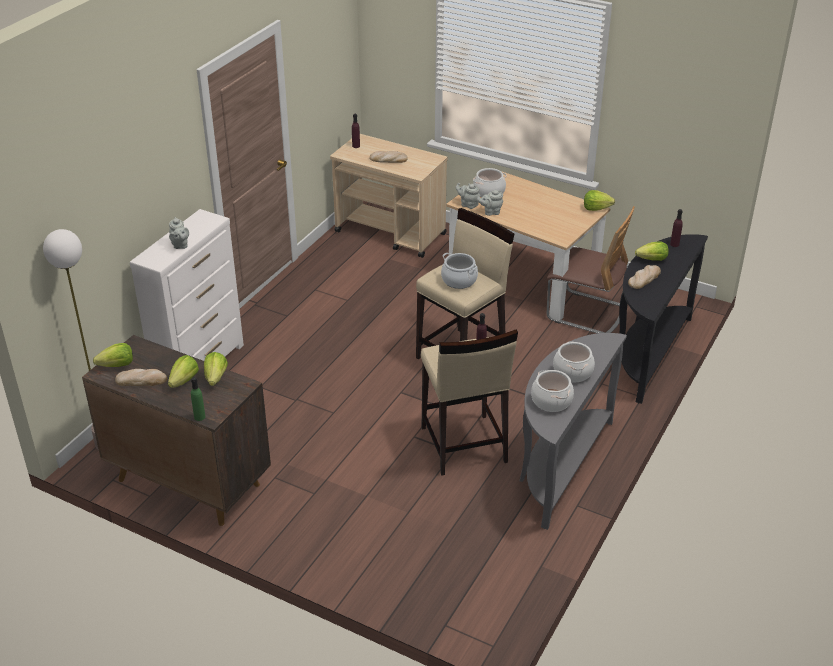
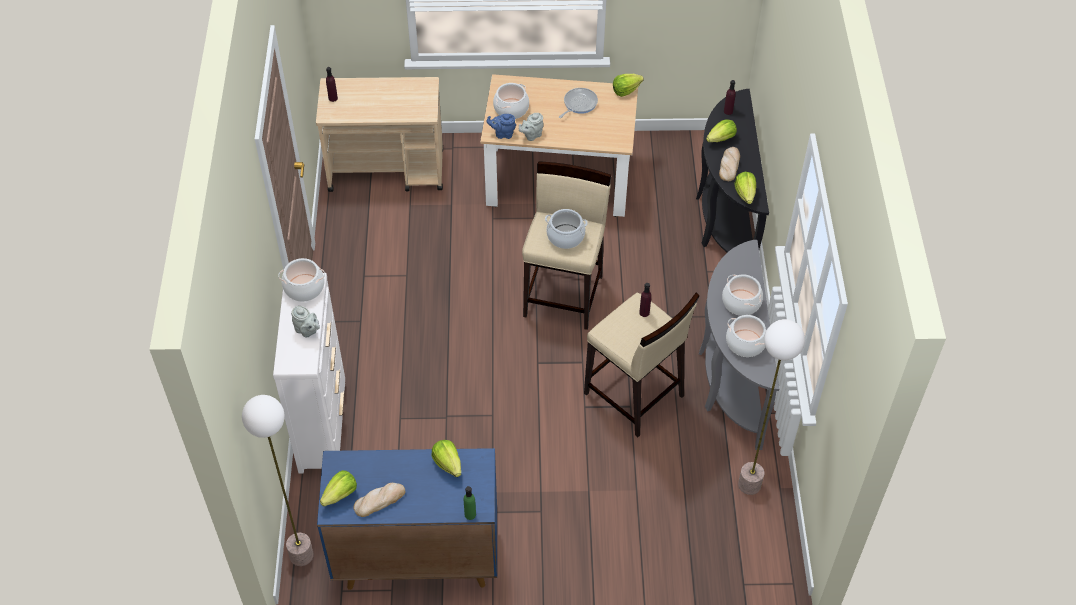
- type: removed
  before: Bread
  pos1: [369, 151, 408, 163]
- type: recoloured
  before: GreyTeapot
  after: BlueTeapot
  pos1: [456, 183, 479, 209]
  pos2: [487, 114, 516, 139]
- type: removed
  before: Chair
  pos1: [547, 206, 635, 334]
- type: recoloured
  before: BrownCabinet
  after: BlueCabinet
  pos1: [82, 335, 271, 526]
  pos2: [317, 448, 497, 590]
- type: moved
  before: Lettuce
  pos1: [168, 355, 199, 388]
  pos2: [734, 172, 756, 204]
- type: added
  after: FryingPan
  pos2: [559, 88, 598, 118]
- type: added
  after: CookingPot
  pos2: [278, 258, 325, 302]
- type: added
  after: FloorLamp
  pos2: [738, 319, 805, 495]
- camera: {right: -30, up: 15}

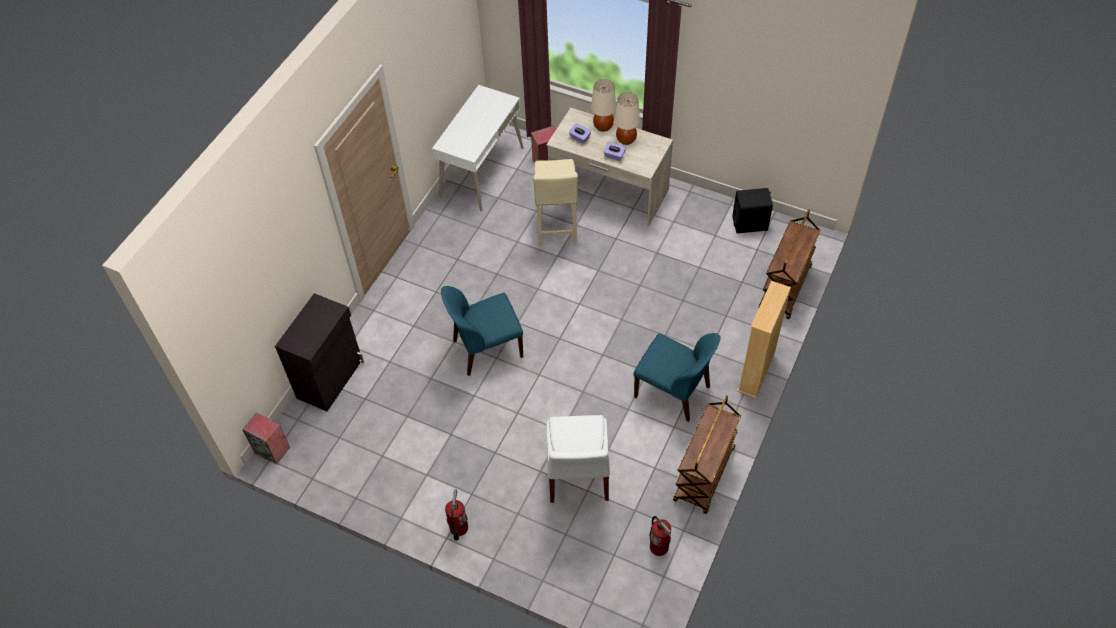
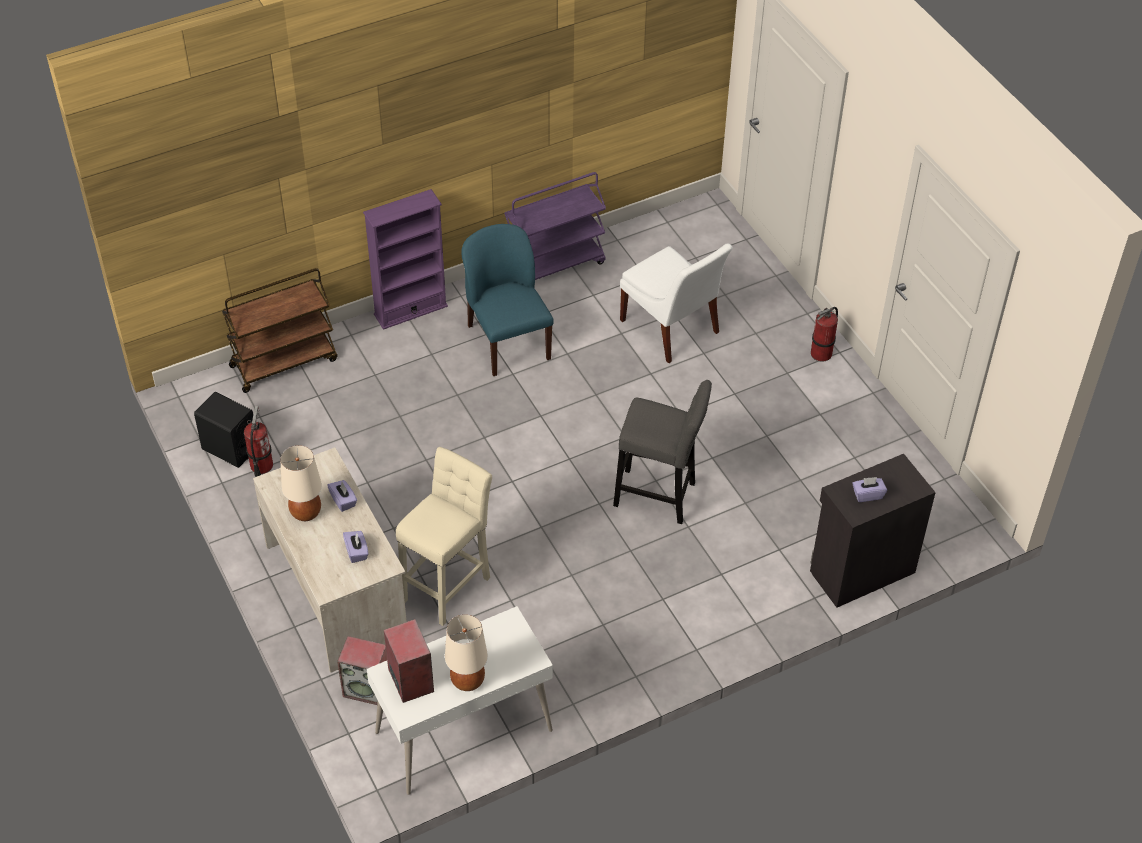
- type: moved
  before: BeigeTableLamp
  pos1: [591, 79, 616, 132]
  pos2: [445, 614, 488, 691]
- type: recoloured
  before: BeigeBookcase
  after: PurpleBookcase
  pos1: [737, 281, 791, 398]
  pos2: [363, 189, 448, 330]
- type: replaced
  before: BlueChair
  after: GreyStool
  pos1: [441, 286, 523, 376]
  pos2: [613, 380, 712, 524]
- type: recoloured
  before: BrownCart
  after: PurpleCart
  pos1: [673, 396, 741, 514]
  pos2: [504, 172, 606, 280]
- type: moved
  before: Speaker
  pos1: [242, 412, 290, 464]
  pos2: [384, 619, 434, 703]
- type: turned
  before: WhiteChair
  pos1: [546, 415, 610, 503]
  pos2: [620, 243, 732, 363]
  turn: 105
- type: moved
  before: FireExtinguisher
  pos1: [649, 516, 671, 556]
  pos2: [244, 406, 273, 477]
- type: added
  after: PurpleTissueBox
  pos2: [852, 477, 887, 502]
- camera: {right: -145, up: -5}

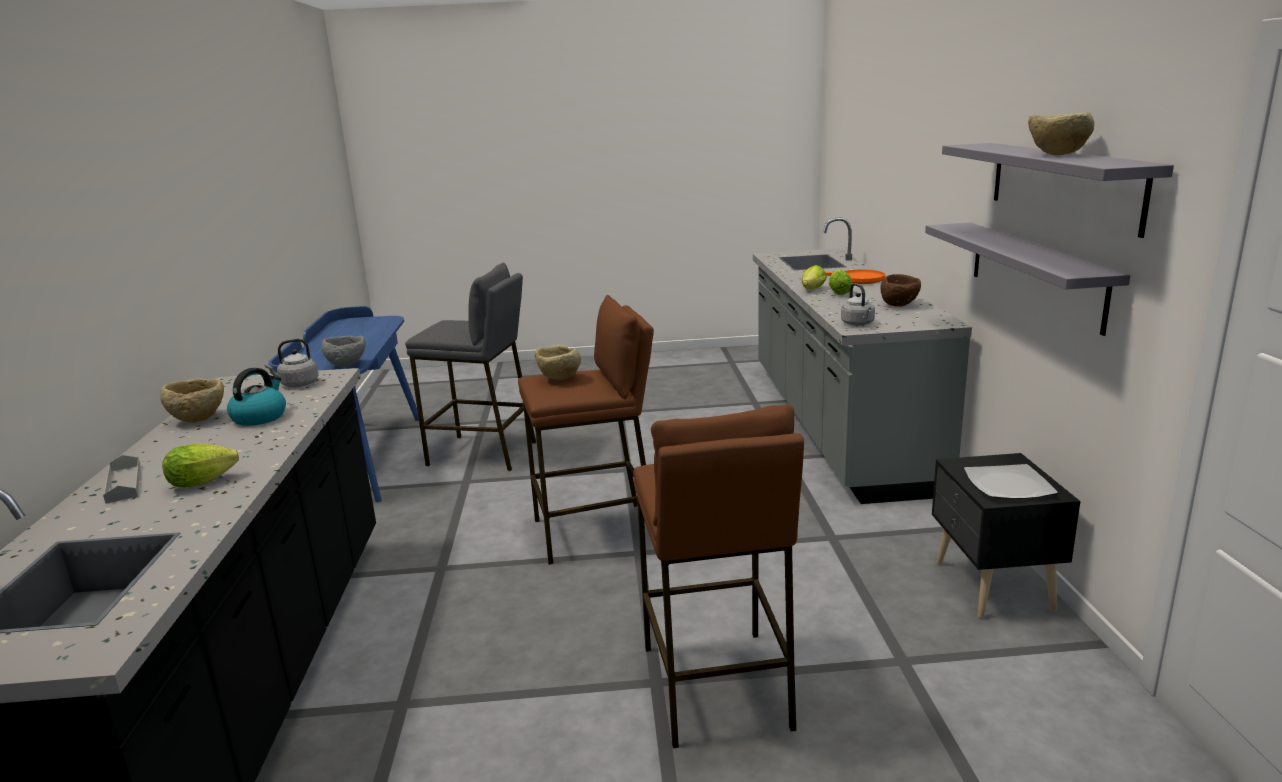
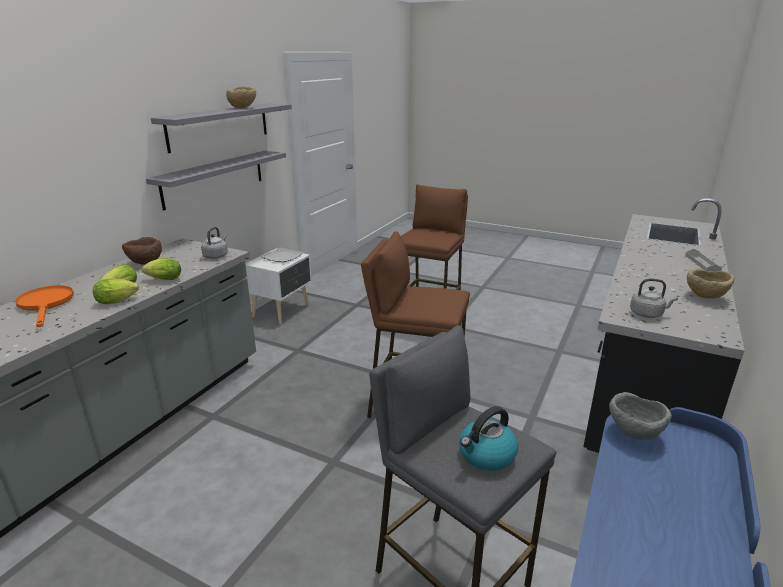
- type: removed
  before: BeigeBowl
  pos1: [535, 344, 581, 380]
- type: moved
  before: Kettle
  pos1: [227, 368, 286, 426]
  pos2: [459, 406, 518, 471]
- type: moved
  before: Lettuce
  pos1: [162, 444, 239, 488]
  pos2: [142, 258, 181, 280]
- type: recoloured
  before: BlackNightstand
  after: WhiteNightstand
  pos1: [932, 453, 1081, 618]
  pos2: [245, 248, 312, 324]
- camera: {right: -150, up: 5}

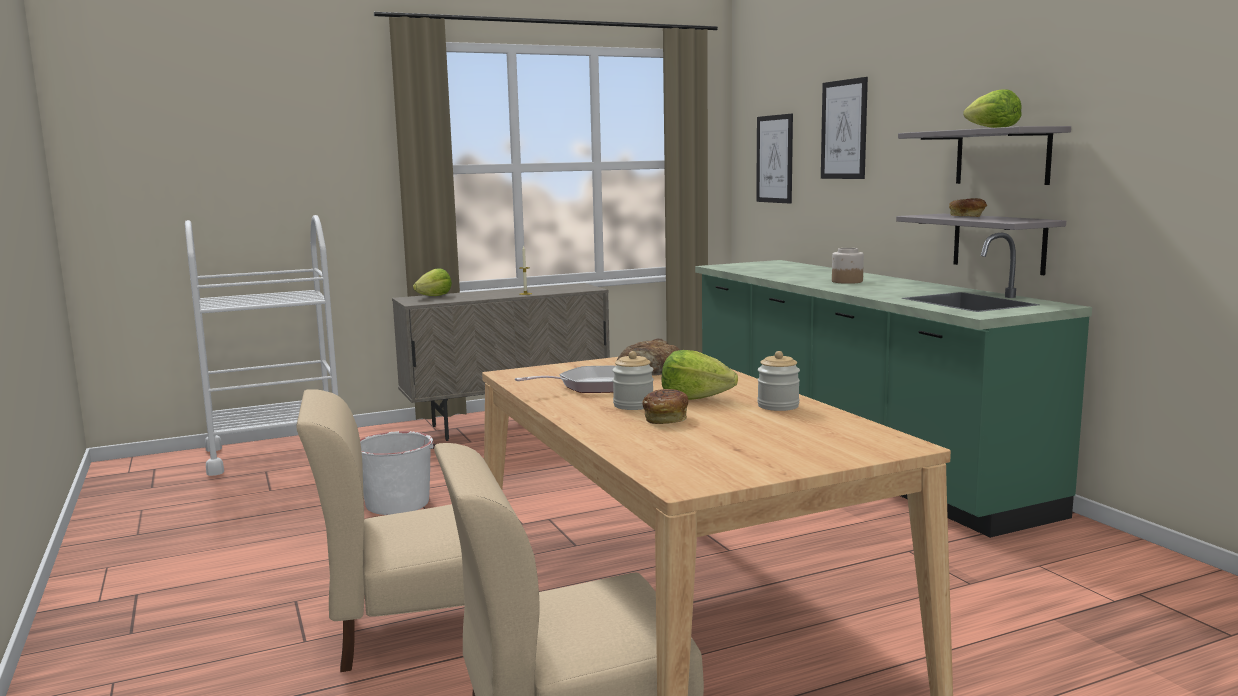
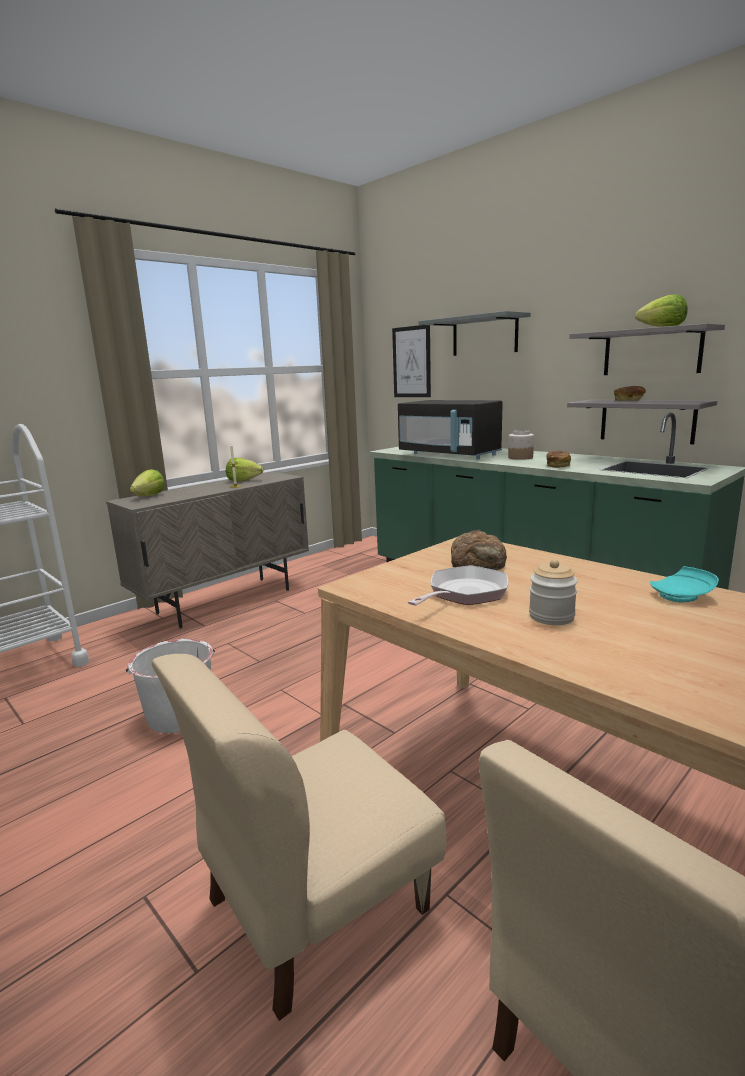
- type: replaced
  before: Picture
  after: GreyShelf
  pos1: [821, 77, 868, 179]
  pos2: [419, 311, 531, 356]
- type: moved
  before: Lettuce
  pos1: [662, 350, 738, 400]
  pos2: [226, 458, 263, 482]
- type: replaced
  before: Jar
  after: TurquoisePlate
  pos1: [757, 351, 800, 411]
  pos2: [650, 566, 719, 603]
- type: moved
  before: Bread
  pos1: [642, 389, 688, 424]
  pos2: [546, 451, 571, 468]
- type: added
  after: BlackMicrowave
  pos2: [398, 400, 503, 459]
- camera: {right: -20, up: 5}

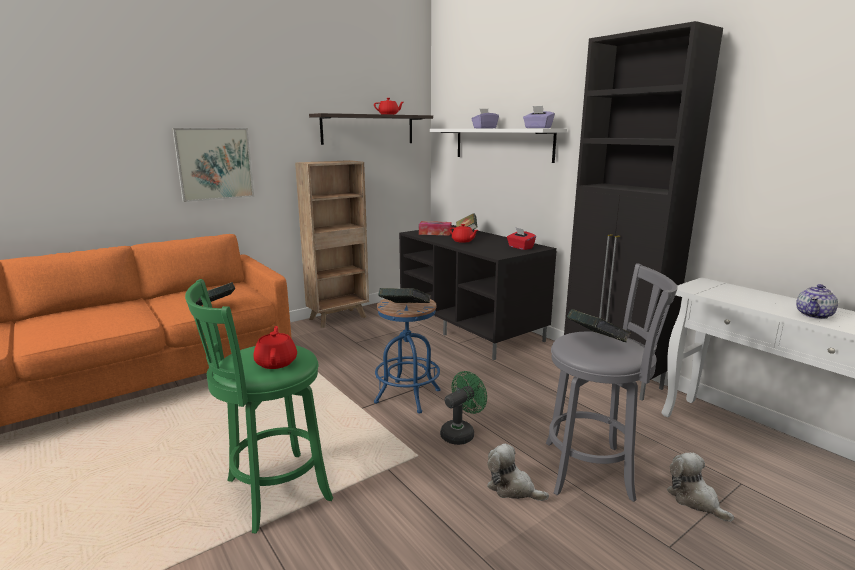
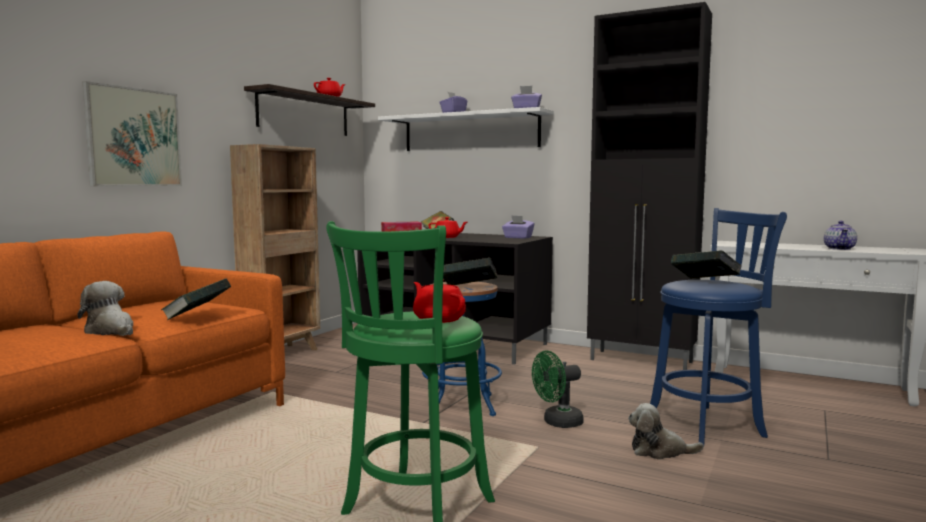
- type: recoloured
  before: RedTissueBox
  after: PurpleTissueBox
  pos1: [507, 228, 536, 250]
  pos2: [502, 215, 534, 239]
- type: recoloured
  before: GreyStool
  after: BlueStool
  pos1: [546, 263, 678, 502]
  pos2: [650, 208, 787, 445]
- type: turned
  before: GreenFan
  pos1: [440, 371, 487, 445]
  pos2: [532, 350, 584, 428]
  turn: -135
- type: moved
  before: PlushToy
  pos1: [667, 453, 734, 522]
  pos2: [78, 281, 133, 336]
- camera: {right: -25, up: -10}

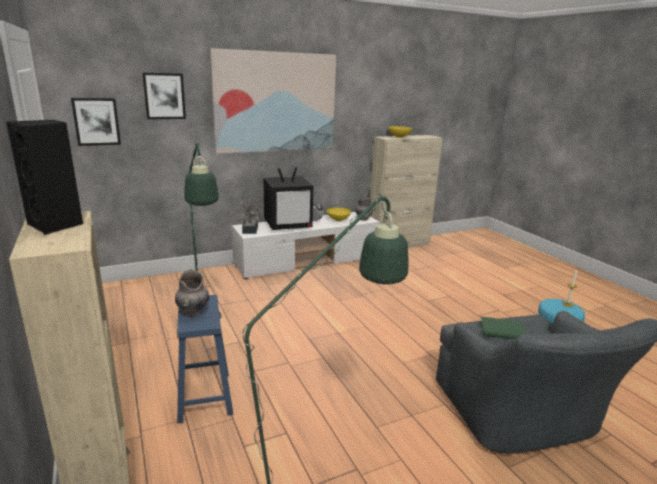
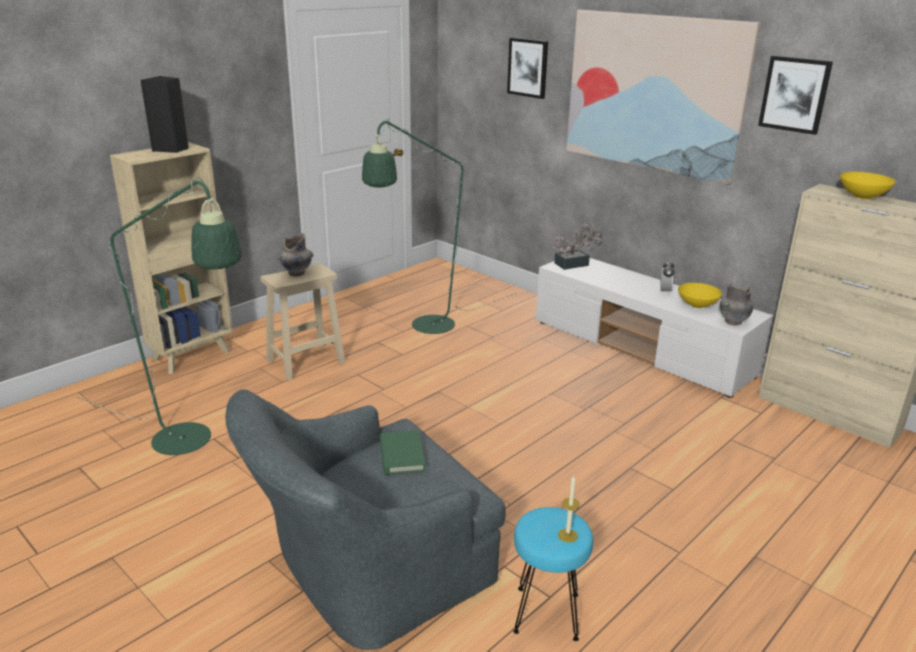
- type: moved
  before: Picture
  pos1: [71, 98, 121, 146]
  pos2: [758, 56, 833, 135]
- type: removed
  before: Television
  pos1: [264, 167, 313, 230]
- type: recoloured
  before: BlueStool
  after: BeigeStool
  pos1: [177, 295, 233, 424]
  pos2: [261, 263, 345, 381]
- camera: {right: 70, up: 5}

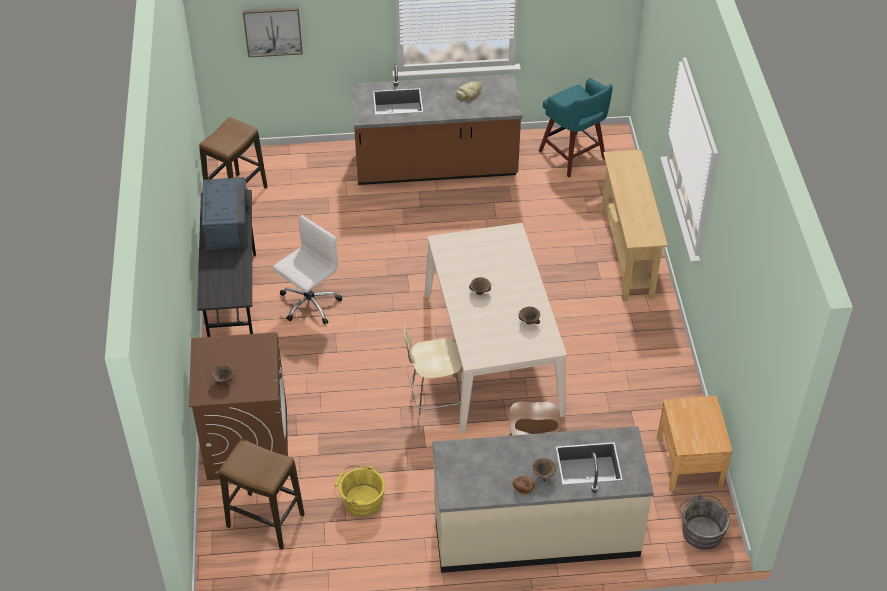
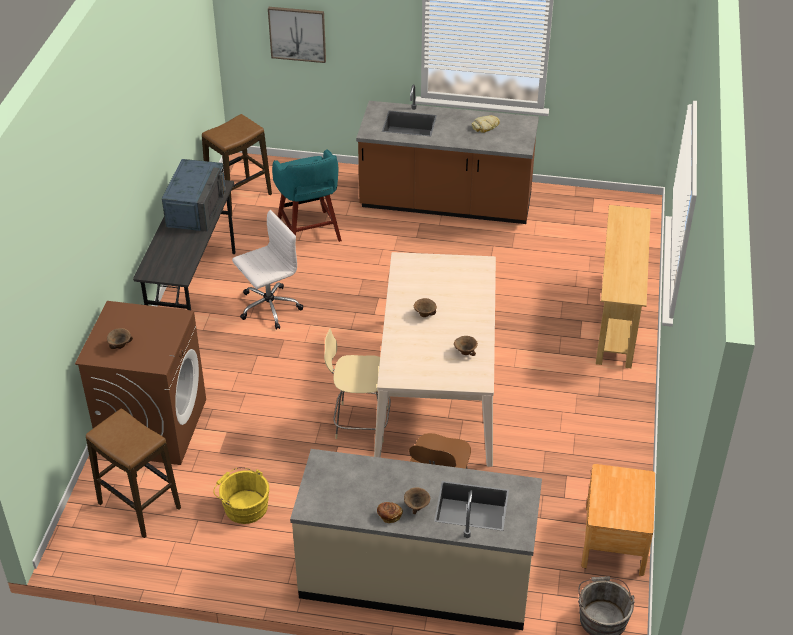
- type: moved
  before: TurquoiseStool
  pos1: [539, 78, 613, 177]
  pos2: [272, 149, 342, 242]
- camera: {right: 15, up: -5}

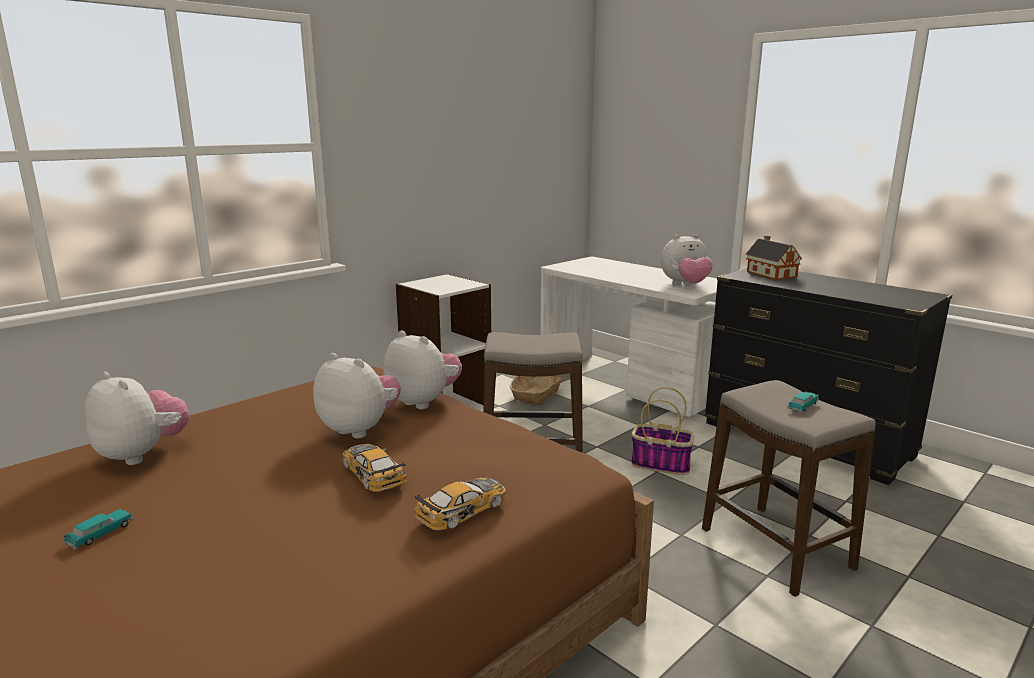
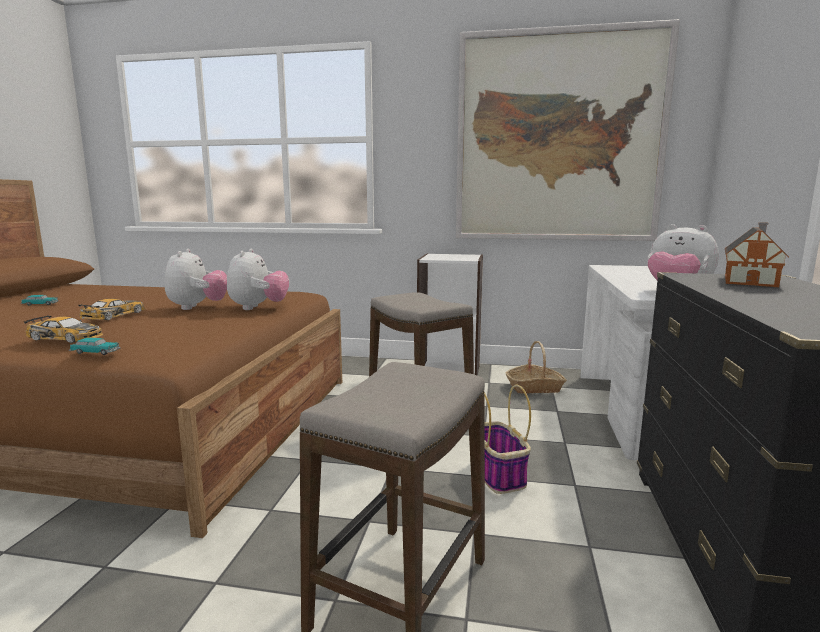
- type: removed
  before: PlushToy
  pos1: [85, 372, 190, 465]
- type: moved
  before: ToyCar
  pos1: [787, 391, 819, 412]
  pos2: [69, 338, 121, 355]
- type: added
  after: Picture
  pos2: [456, 19, 680, 241]
- camera: {right: 55, up: -5}

